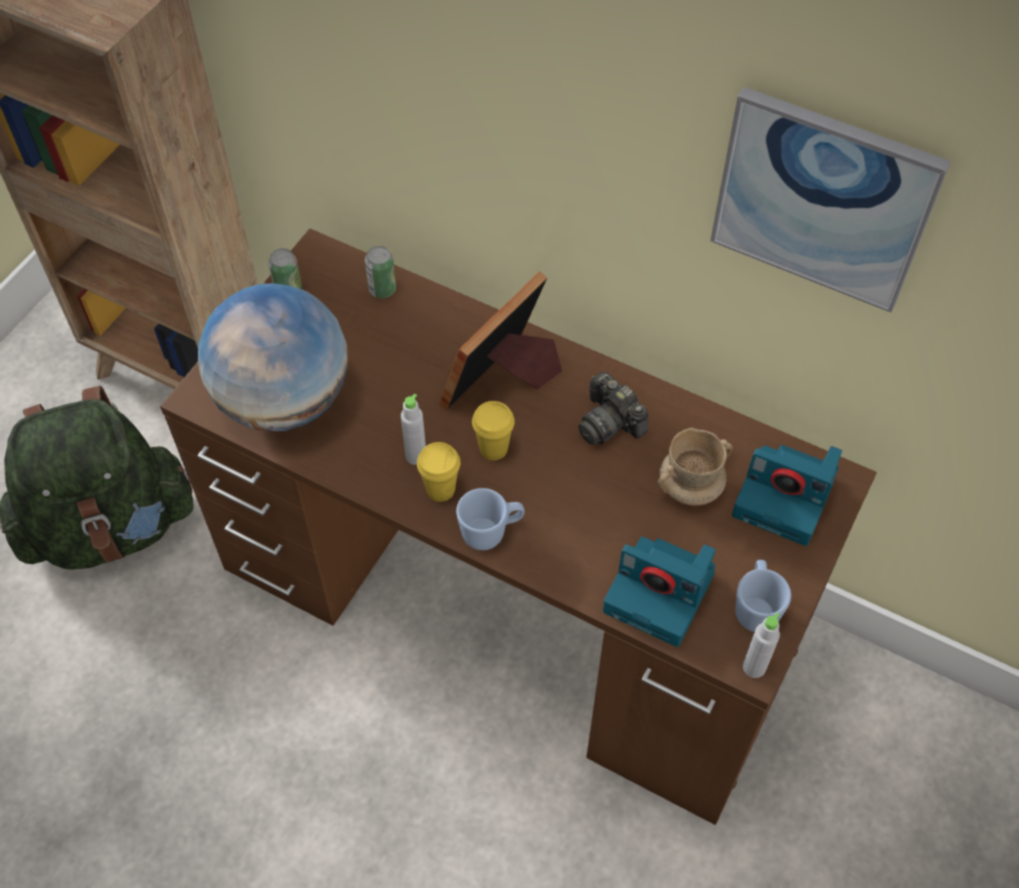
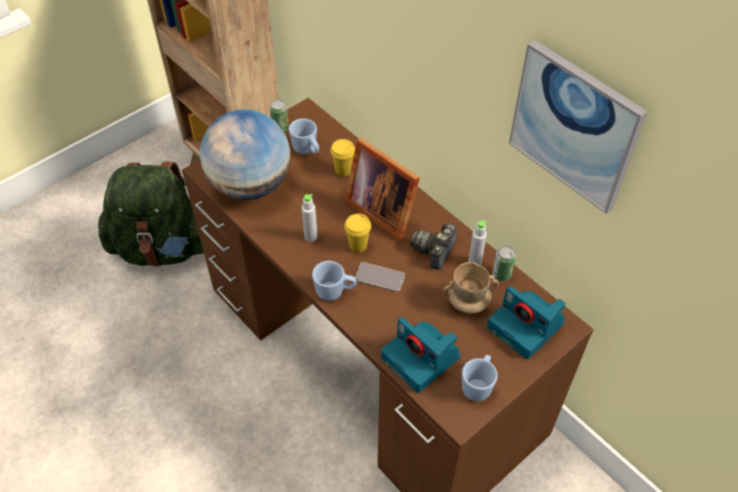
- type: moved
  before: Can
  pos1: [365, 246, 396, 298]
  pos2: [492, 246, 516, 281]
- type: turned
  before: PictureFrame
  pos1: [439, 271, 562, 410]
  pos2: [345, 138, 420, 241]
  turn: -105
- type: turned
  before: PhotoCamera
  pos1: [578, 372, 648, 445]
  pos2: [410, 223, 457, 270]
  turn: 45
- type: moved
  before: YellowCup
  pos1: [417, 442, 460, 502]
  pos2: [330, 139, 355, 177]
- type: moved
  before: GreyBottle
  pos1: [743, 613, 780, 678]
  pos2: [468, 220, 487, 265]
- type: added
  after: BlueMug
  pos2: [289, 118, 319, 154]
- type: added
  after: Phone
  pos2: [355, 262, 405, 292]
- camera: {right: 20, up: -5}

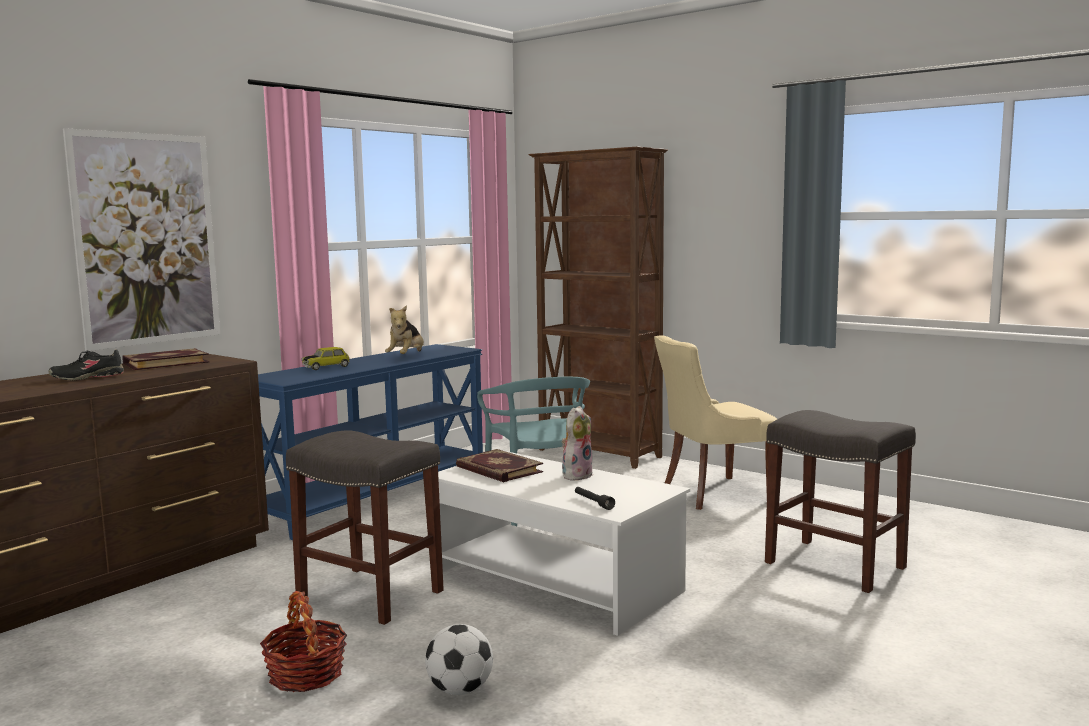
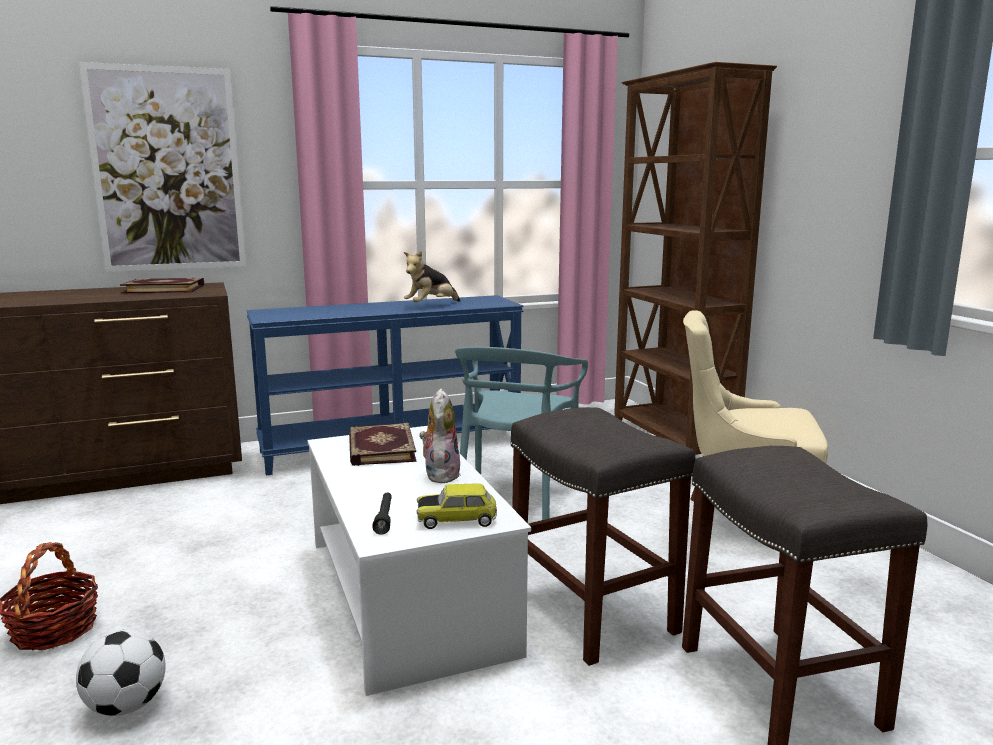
- type: moved
  before: ToyCar
  pos1: [301, 347, 350, 370]
  pos2: [417, 483, 497, 529]
- type: removed
  before: BlackShoe
  pos1: [49, 349, 124, 381]
- type: turned
  before: PlushToy
  pos1: [561, 406, 593, 481]
  pos2: [419, 389, 460, 483]
  turn: -60
- type: moved
  before: GreyStool
  pos1: [286, 430, 444, 625]
  pos2: [510, 407, 696, 666]
- camera: {right: 30, up: 5}

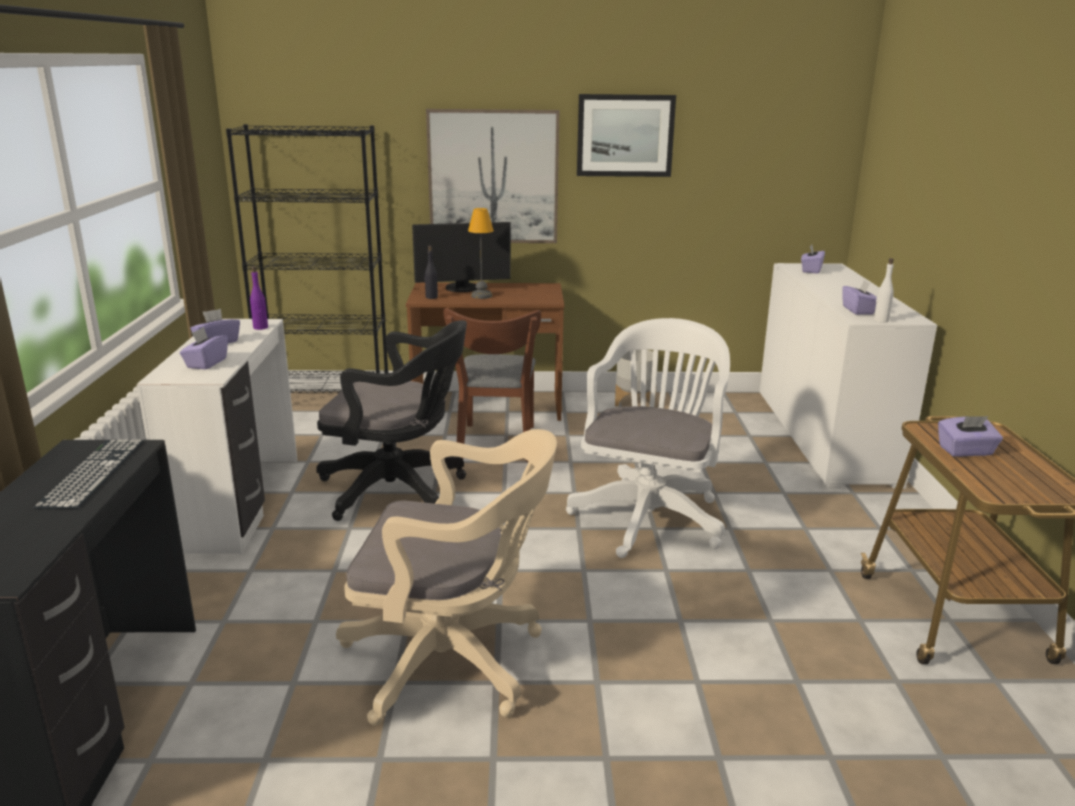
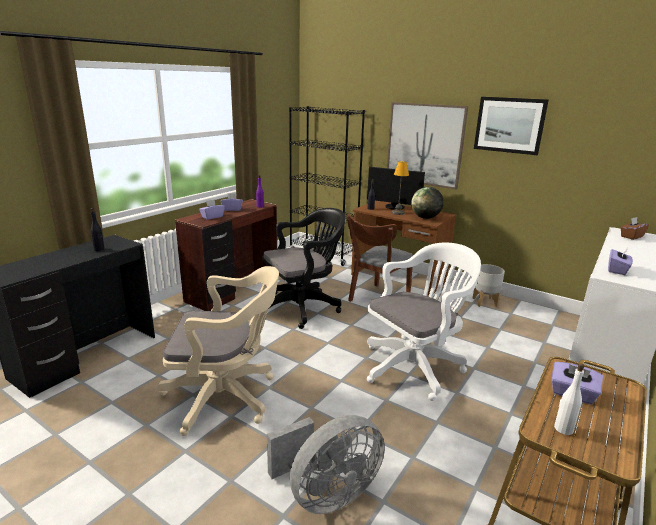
- type: recoloured
  before: PurpleTissueBox
  after: BrownTissueBox
  pos1: [801, 245, 825, 274]
  pos2: [621, 217, 649, 240]
- type: moved
  before: WhiteBottle
  pos1: [874, 258, 894, 323]
  pos2: [554, 363, 584, 435]
- type: recoloured
  before: WhiteDesk
  after: BrownDesk
  pos1: [137, 319, 298, 554]
  pos2: [175, 199, 277, 311]
- type: turned
  before: BlackOfficeChair
  pos1: [316, 320, 467, 521]
  pos2: [263, 208, 345, 329]
  turn: -75
- type: turned
  before: BeigeOfficeChair
  pos1: [336, 429, 557, 726]
  pos2: [157, 266, 279, 436]
  turn: -45
- type: replaced
  before: Keyboard
  after: BlackBottle
  pos1: [33, 440, 144, 509]
  pos2: [91, 208, 105, 251]
- type: added
  after: Globe
  pos2: [411, 187, 444, 219]
- type: added
  after: GreyFan
  pos2: [267, 415, 385, 514]
- camera: {right: 35, up: 0}

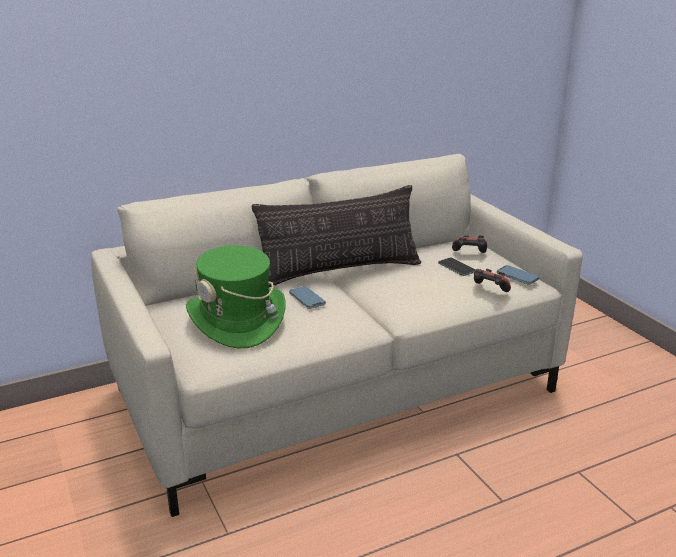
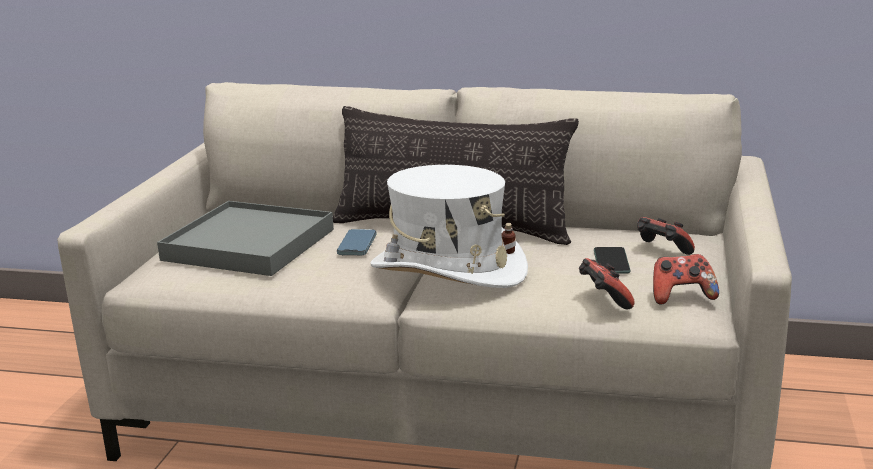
- type: replaced
  before: GreenHat
  after: GreyTray
  pos1: [186, 245, 286, 349]
  pos2: [157, 201, 334, 276]
- type: replaced
  before: Phone
  after: GameController
  pos1: [497, 265, 539, 285]
  pos2: [653, 254, 719, 305]
- type: added
  after: WhiteHat
  pos2: [370, 165, 528, 288]
- camera: {right: 40, up: -5}

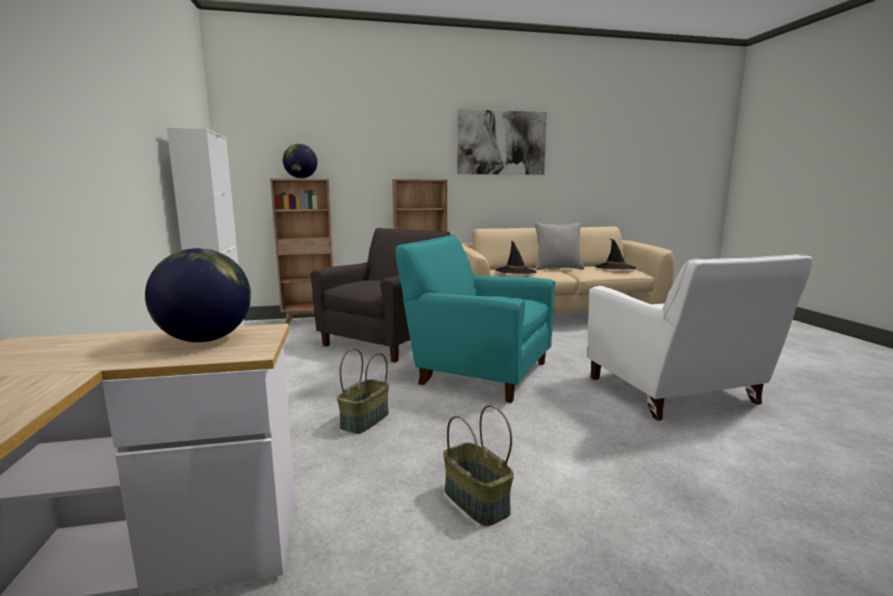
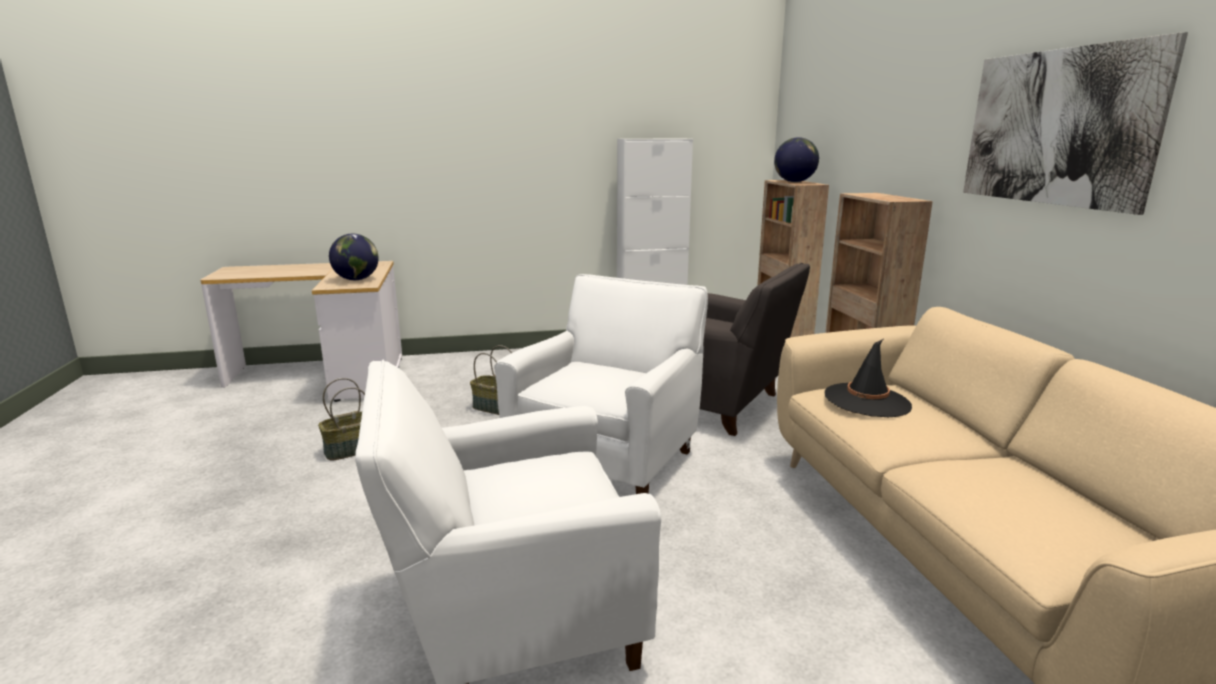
- type: removed
  before: GreyPillow
  pos1: [534, 222, 584, 270]
- type: recoloured
  before: TurquoiseArmchair
  after: WhiteArmchair
  pos1: [396, 235, 555, 403]
  pos2: [494, 274, 708, 494]
- type: removed
  before: BlackHat
  pos1: [595, 238, 636, 269]
- camera: {right: 90, up: 5}

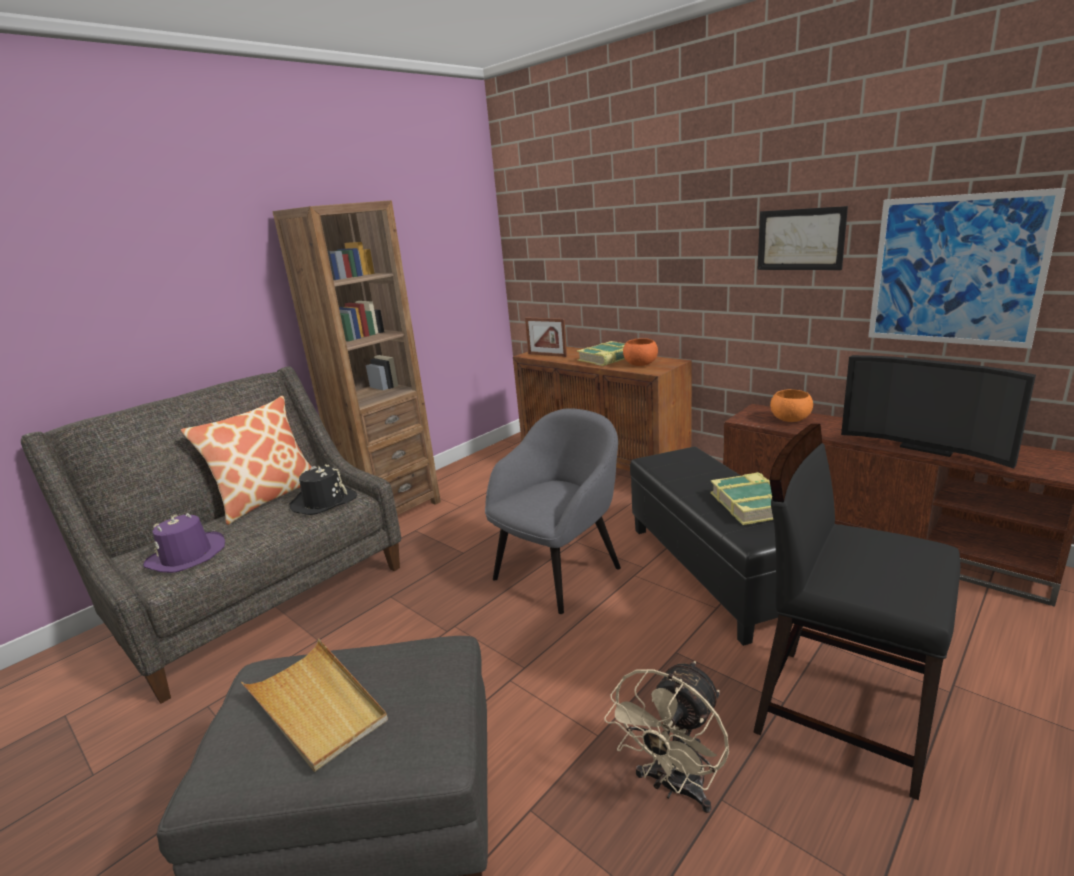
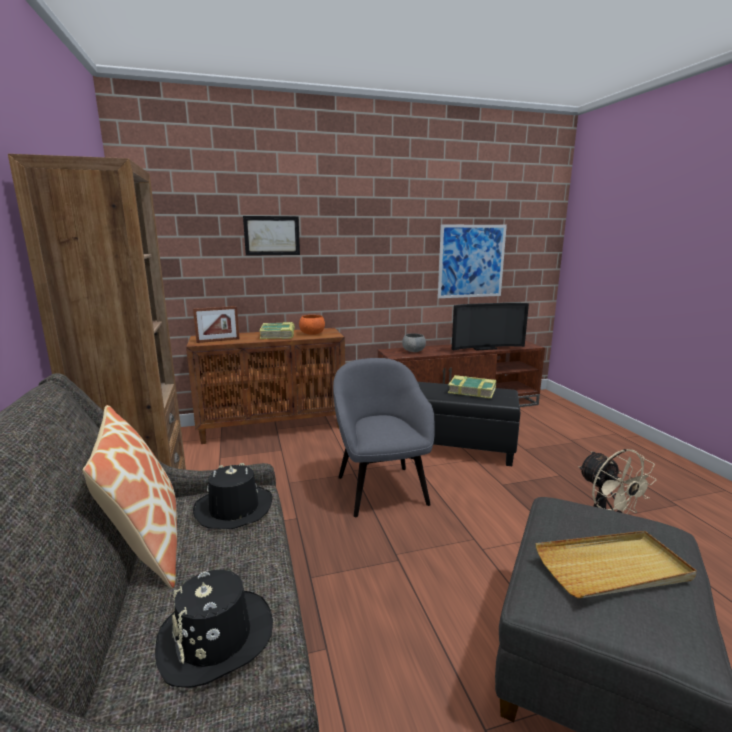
- type: moved
  before: Picture
  pos1: [757, 206, 848, 270]
  pos2: [243, 216, 300, 256]
- type: recoloured
  before: OrangeBowl
  after: GreyBowl
  pos1: [770, 389, 813, 422]
  pos2: [402, 333, 426, 352]
- type: removed
  before: BlackChair
  pos1: [753, 424, 961, 801]
- type: recoloured
  before: PurpleHat
  after: BlackHat
  pos1: [143, 513, 225, 573]
  pos2: [155, 569, 273, 688]
- camera: {right: -60, up: -5}

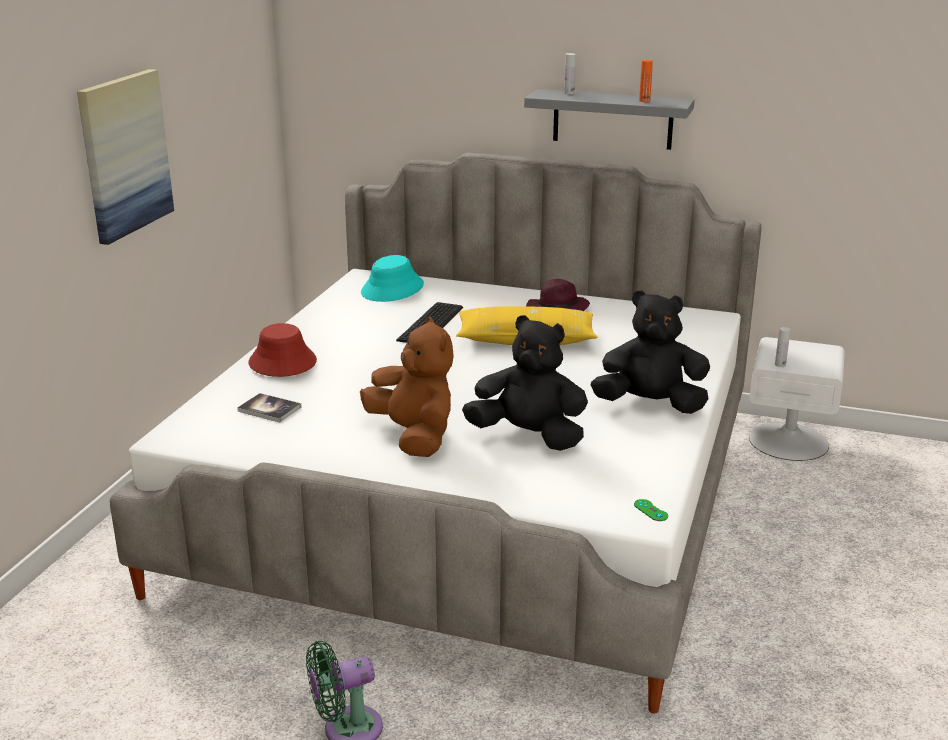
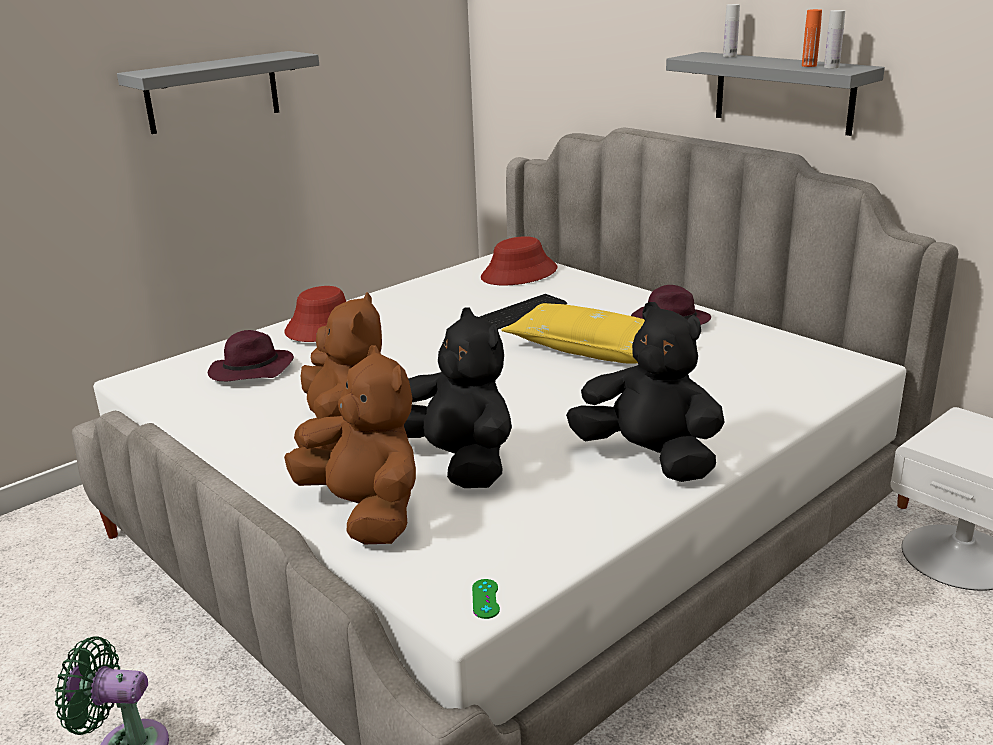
- type: replaced
  before: Picture
  after: GreyShelf
  pos1: [77, 69, 174, 245]
  pos2: [117, 51, 319, 134]
- type: recoloured
  before: TurquoiseHat
  after: RedHat
  pos1: [361, 255, 424, 302]
  pos2: [481, 236, 557, 286]
- type: moved
  before: WhiteBottle
  pos1: [775, 327, 790, 367]
  pos2: [824, 10, 845, 68]
- type: replaced
  before: Book
  after: PurpleHat
  pos1: [237, 393, 302, 422]
  pos2: [207, 330, 294, 381]
- type: added
  after: BrownPlushToy
  pos2: [284, 345, 416, 544]
- camera: {right: 30, up: 0}

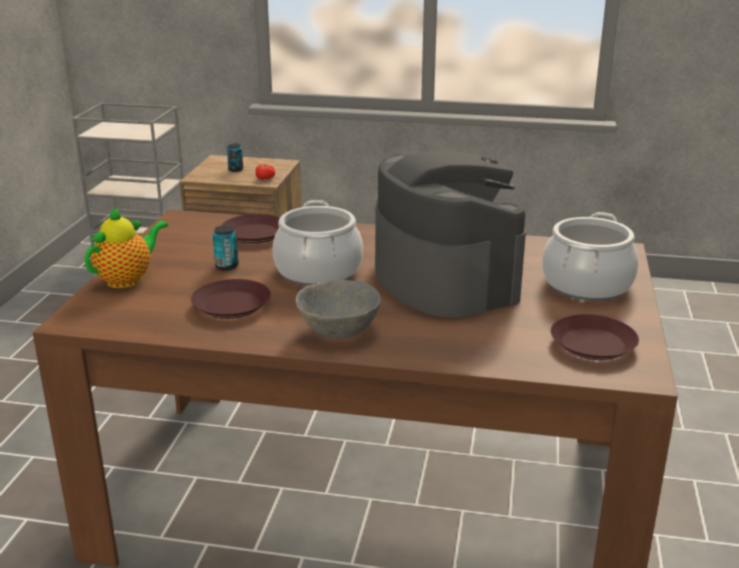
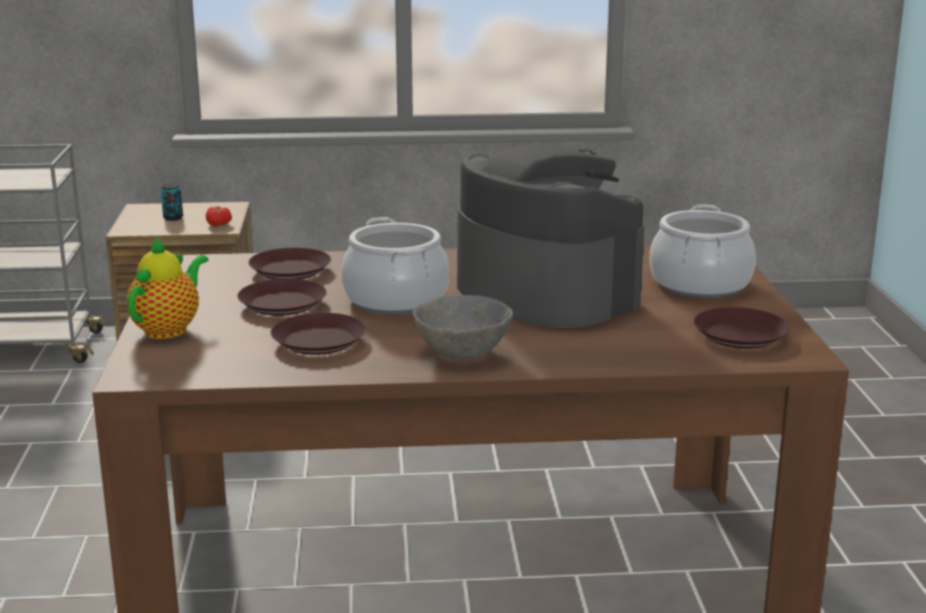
- type: replaced
  before: Can
  after: BrownPlate
  pos1: [213, 226, 239, 270]
  pos2: [237, 279, 327, 316]
- camera: {right: -15, up: -5}

